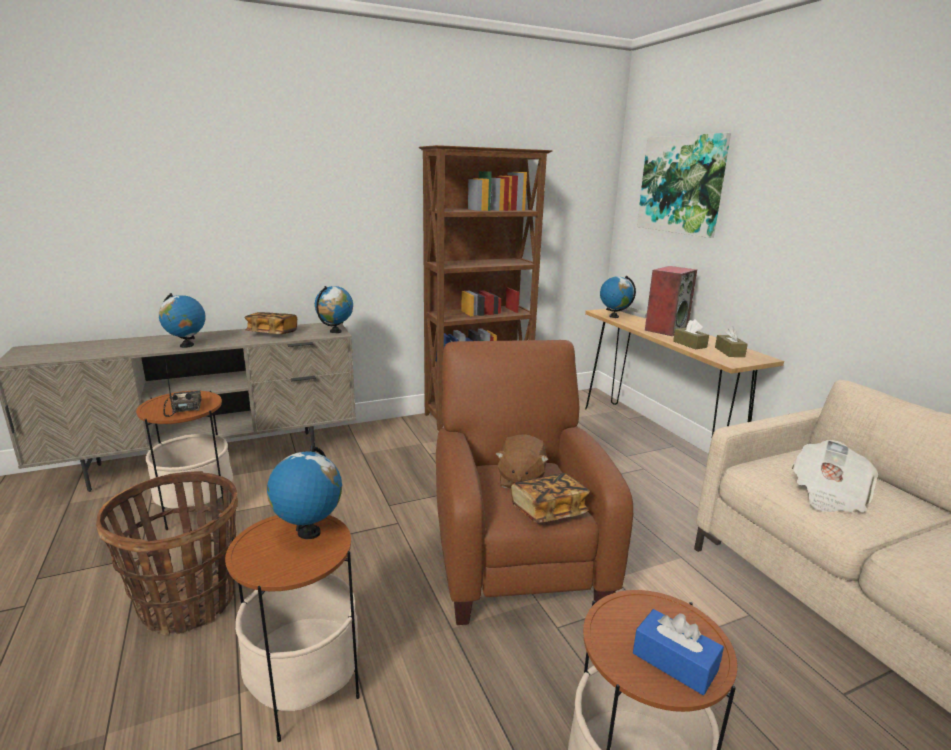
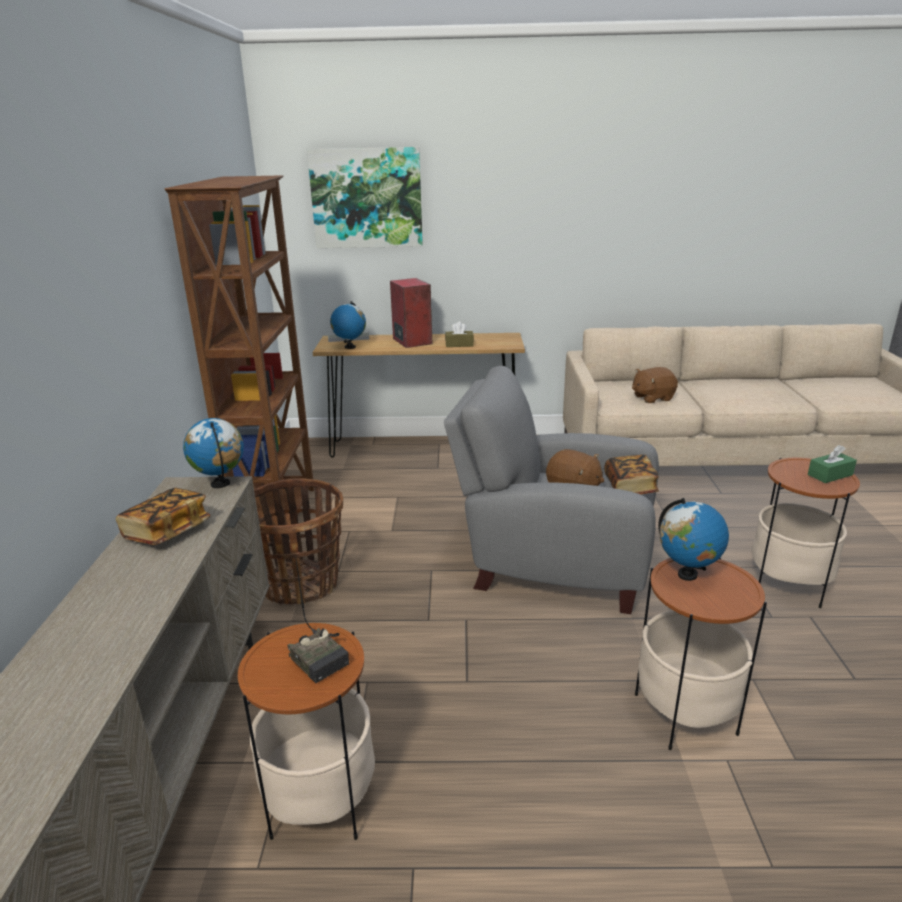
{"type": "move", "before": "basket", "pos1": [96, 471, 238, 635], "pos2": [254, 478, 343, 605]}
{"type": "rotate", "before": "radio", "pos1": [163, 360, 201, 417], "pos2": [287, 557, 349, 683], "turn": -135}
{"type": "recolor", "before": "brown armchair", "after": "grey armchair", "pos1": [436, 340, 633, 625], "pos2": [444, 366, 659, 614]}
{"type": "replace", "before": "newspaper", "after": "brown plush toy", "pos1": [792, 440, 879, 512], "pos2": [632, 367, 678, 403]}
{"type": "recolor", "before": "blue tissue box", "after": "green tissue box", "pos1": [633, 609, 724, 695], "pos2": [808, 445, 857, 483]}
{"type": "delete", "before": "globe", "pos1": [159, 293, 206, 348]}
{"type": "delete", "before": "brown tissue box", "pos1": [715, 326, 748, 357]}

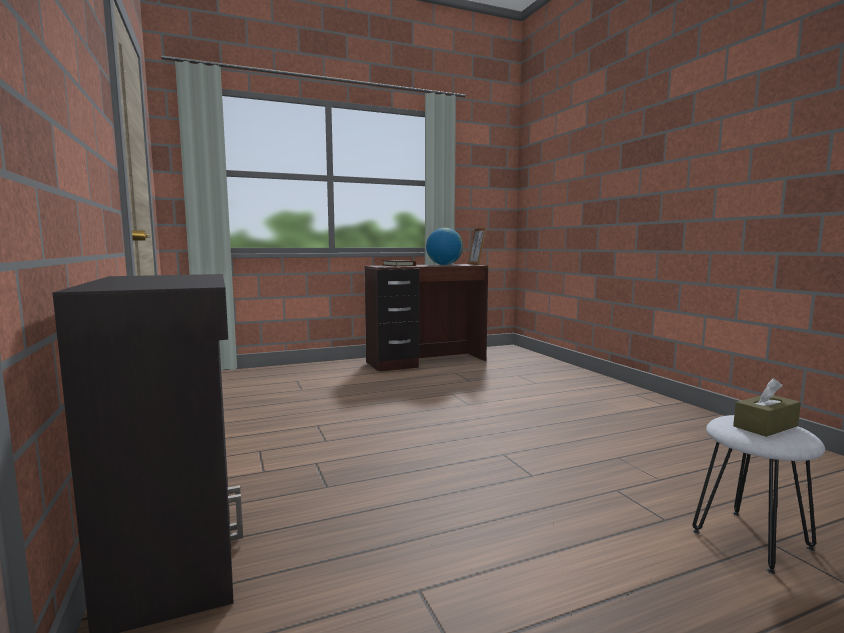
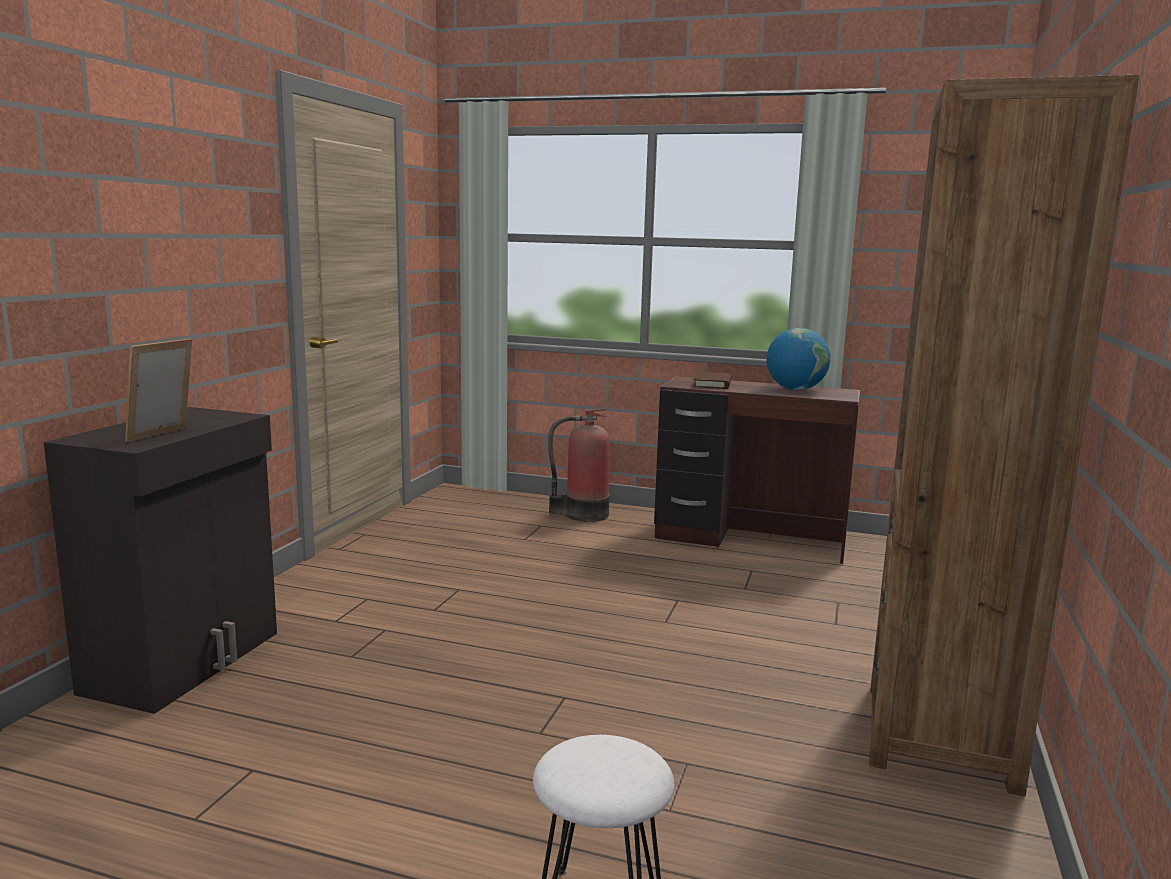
{"type": "move", "before": "picture frame", "pos1": [468, 227, 487, 265], "pos2": [125, 339, 192, 442]}
{"type": "insert", "after": "fire extinguisher", "pos2": [548, 409, 610, 522]}
{"type": "insert", "after": "brown bookcase", "pos2": [869, 75, 1139, 797]}
{"type": "delete", "before": "brown tissue box", "pos1": [733, 378, 801, 437]}

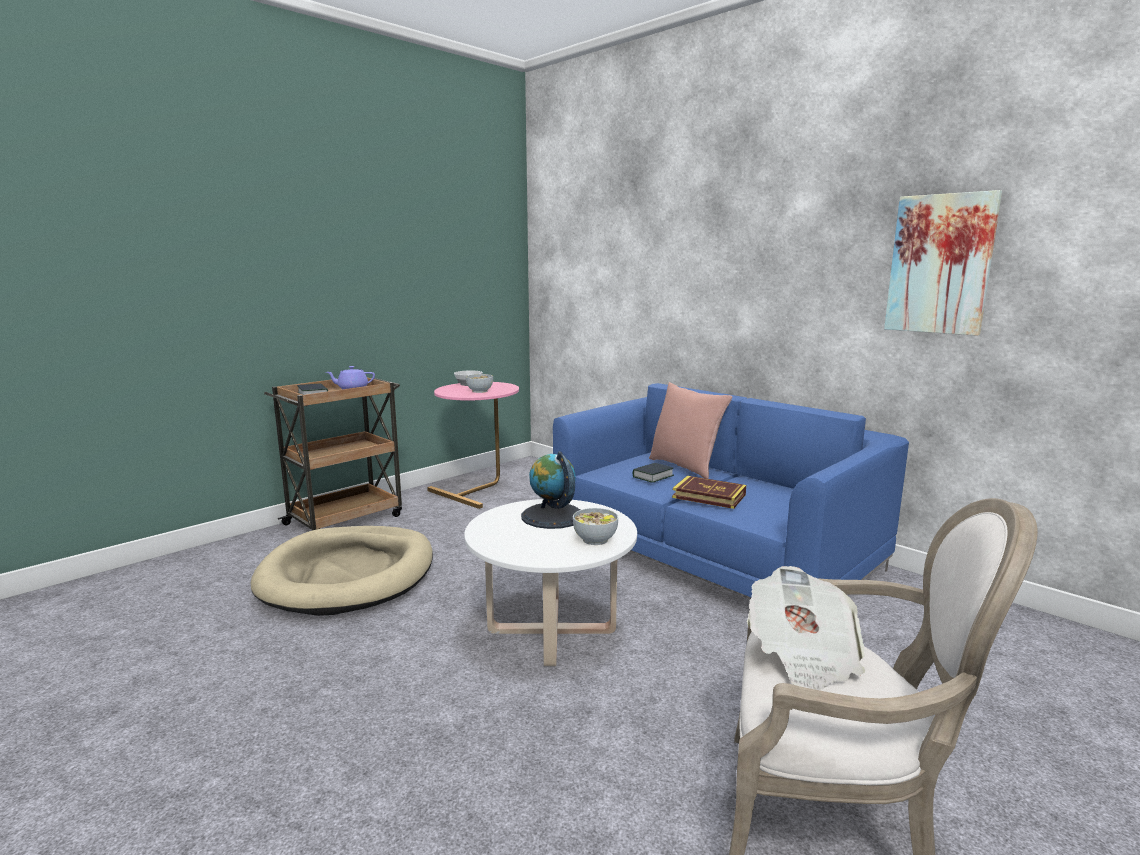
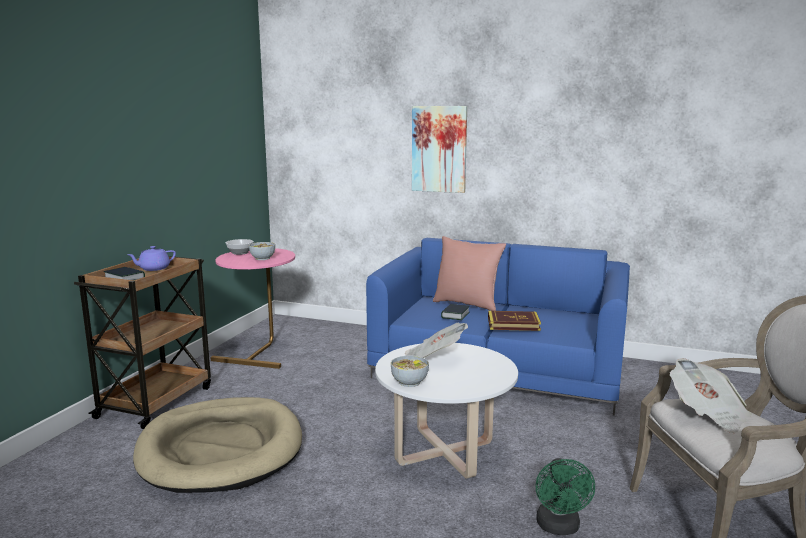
{"type": "move", "before": "bowl", "pos1": [573, 508, 618, 545], "pos2": [391, 356, 429, 387]}
{"type": "replace", "before": "globe", "after": "newspaper", "pos1": [521, 451, 580, 529], "pos2": [404, 323, 468, 358]}
{"type": "move", "before": "picture", "pos1": [884, 190, 1002, 336], "pos2": [412, 106, 467, 193]}
{"type": "insert", "after": "green fan", "pos2": [536, 458, 595, 535]}

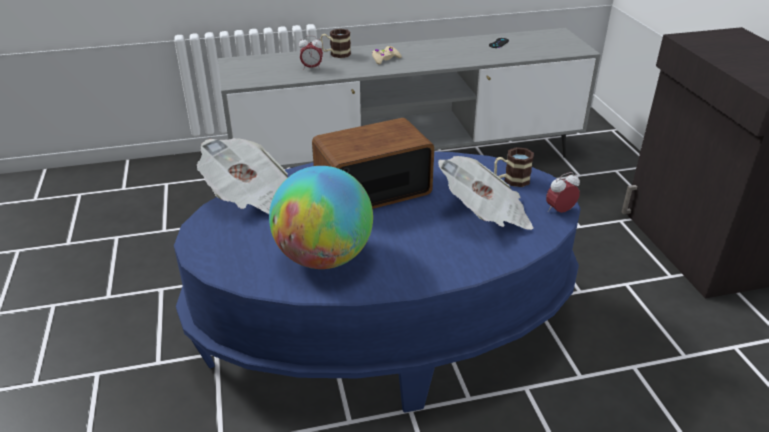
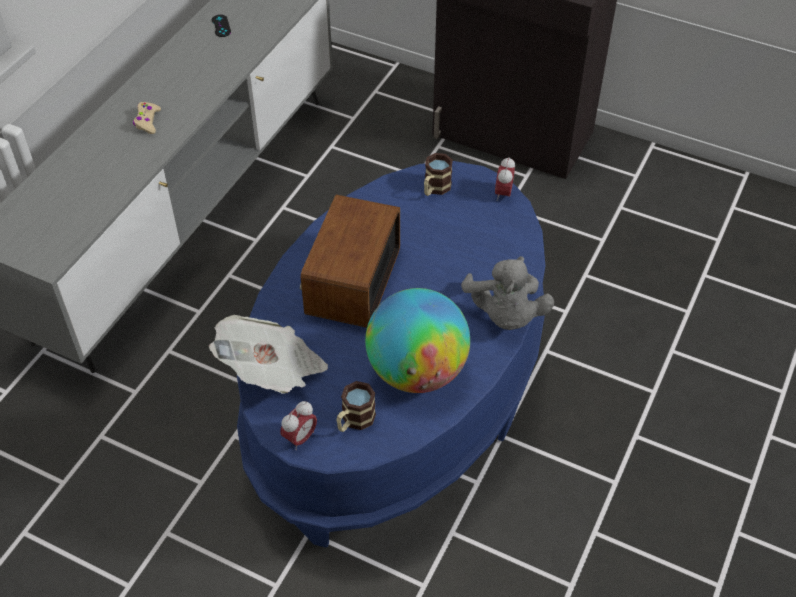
{"type": "move", "before": "alarm clock", "pos1": [299, 36, 323, 70], "pos2": [280, 401, 317, 450]}
{"type": "move", "before": "mug", "pos1": [320, 29, 351, 58], "pos2": [337, 381, 376, 432]}
{"type": "insert", "after": "grey plush toy", "pos2": [461, 256, 554, 330]}
{"type": "delete", "before": "newspaper", "pos1": [438, 156, 534, 230]}

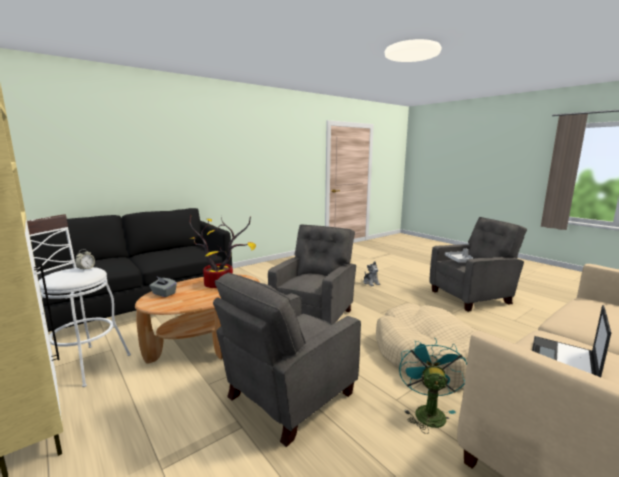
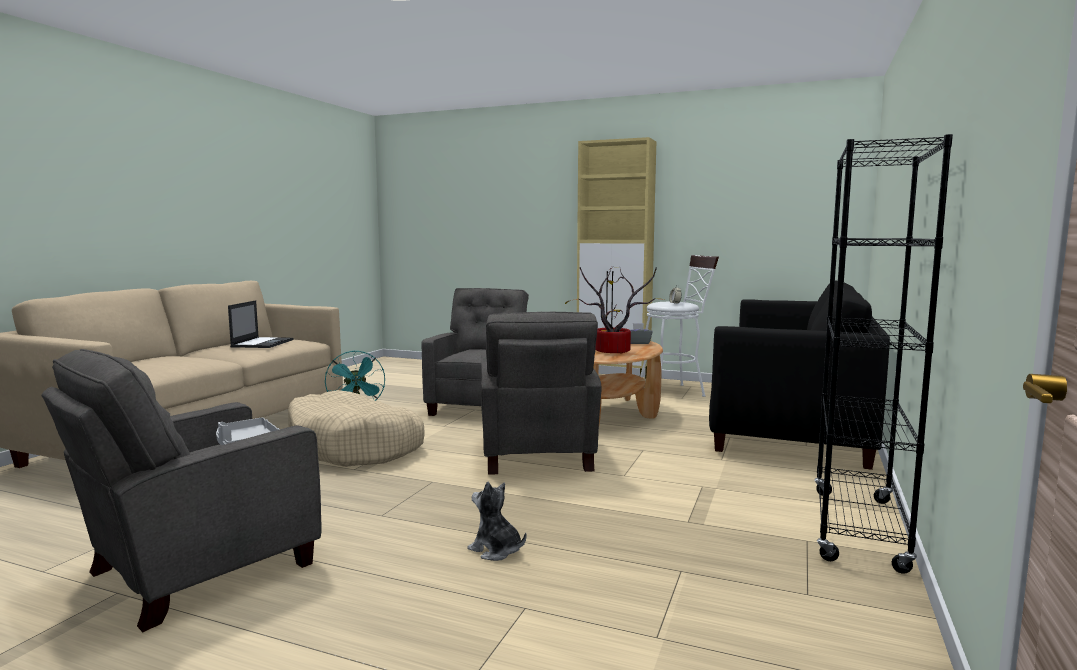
{"type": "insert", "after": "black bookcase", "pos2": [814, 134, 953, 574]}

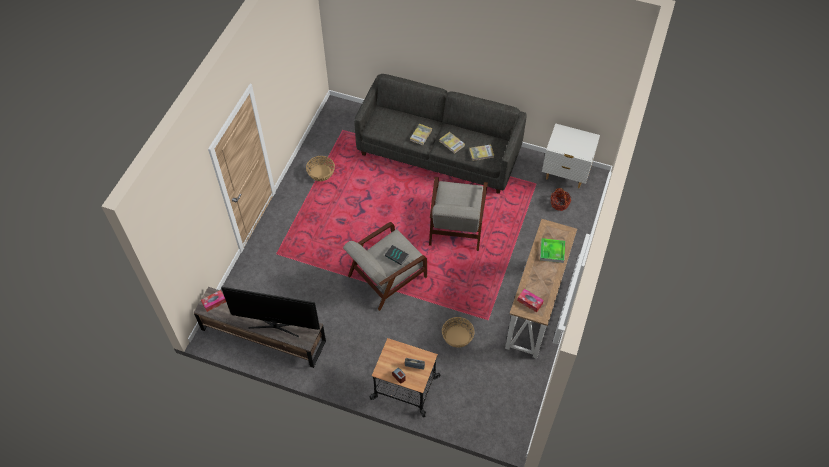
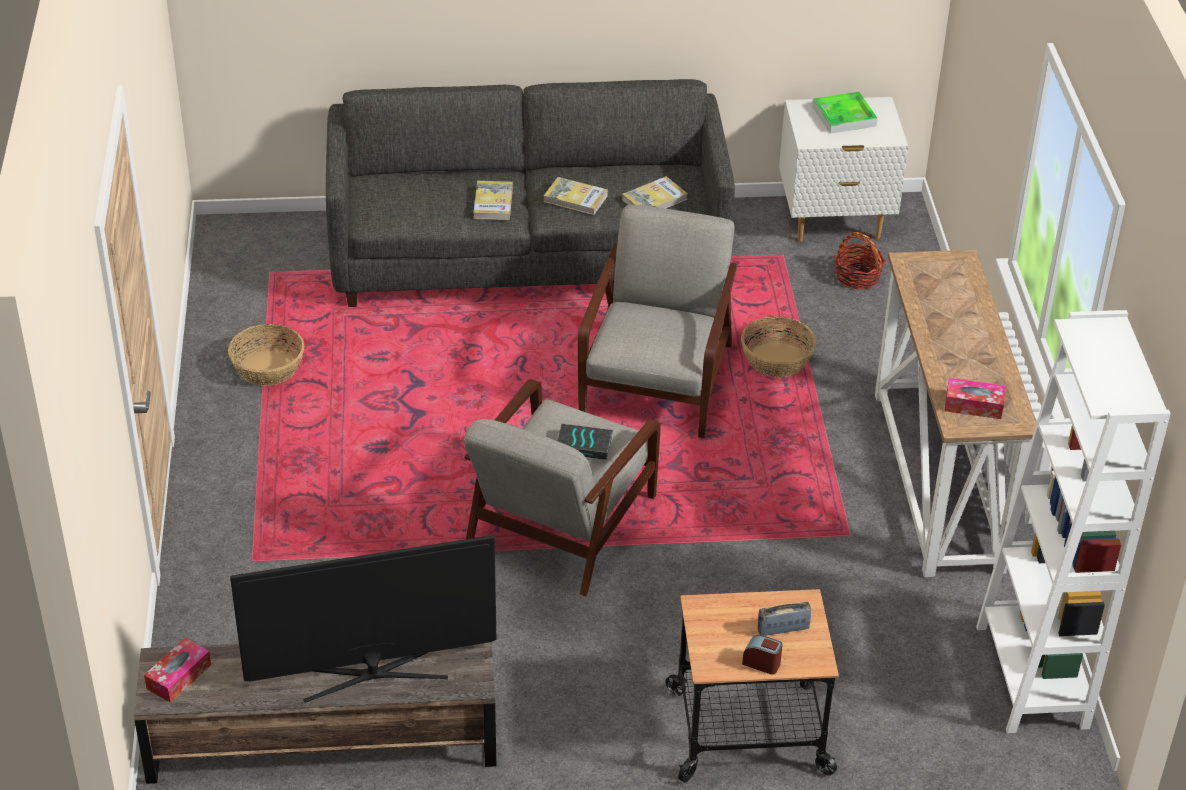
{"type": "rotate", "before": "grey armchair", "pos1": [429, 177, 488, 251], "pos2": [578, 204, 737, 438], "turn": -150}
{"type": "move", "before": "basket", "pos1": [442, 317, 475, 348], "pos2": [741, 316, 816, 377]}
{"type": "move", "before": "tray", "pos1": [540, 238, 565, 263], "pos2": [812, 92, 878, 134]}
{"type": "insert", "after": "white bookcase", "pos2": [976, 310, 1171, 733]}

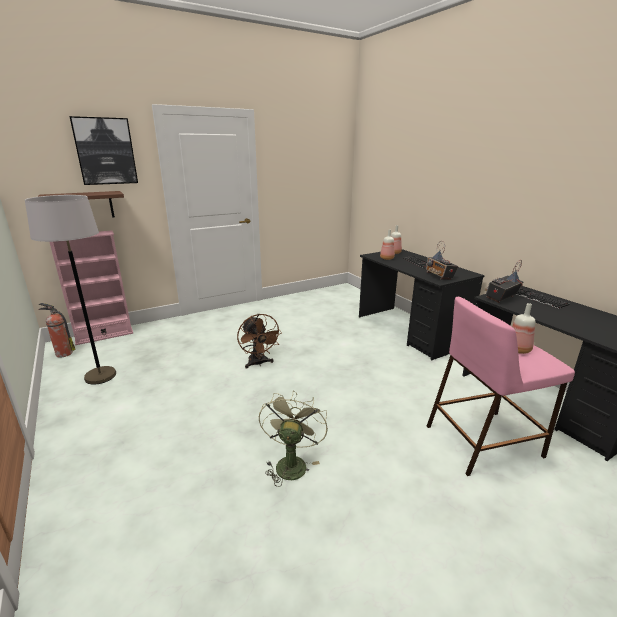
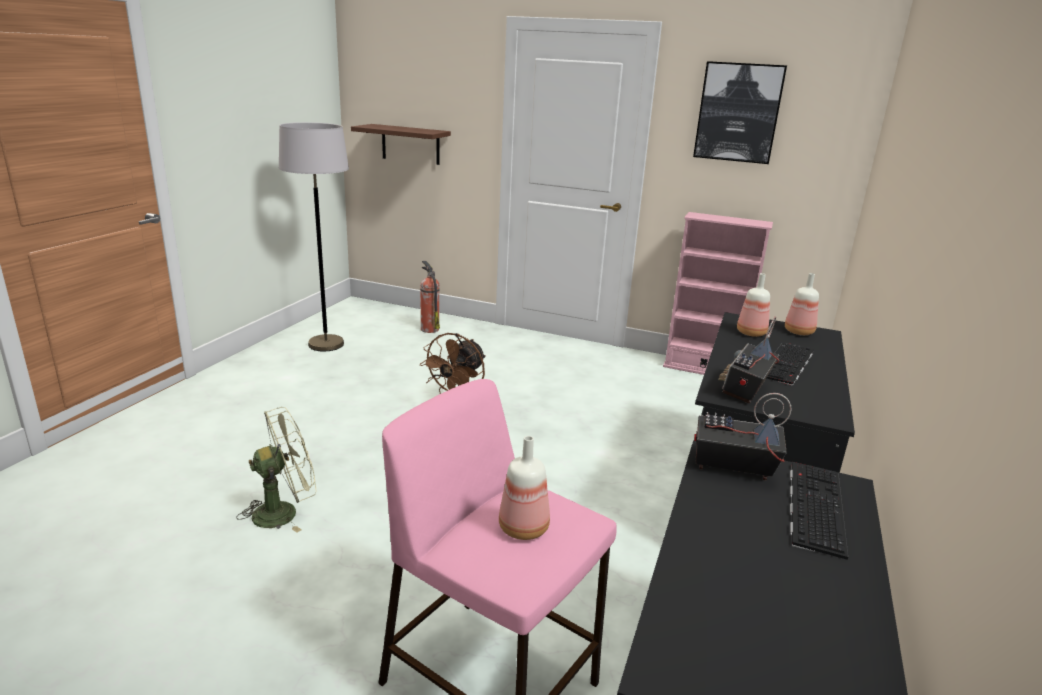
{"type": "move", "before": "fire extinguisher", "pos1": [38, 303, 75, 358], "pos2": [420, 261, 440, 333]}
{"type": "move", "before": "pink bookcase", "pos1": [50, 230, 133, 345], "pos2": [663, 212, 773, 375]}
{"type": "move", "before": "picture", "pos1": [69, 116, 138, 185], "pos2": [693, 61, 787, 164]}

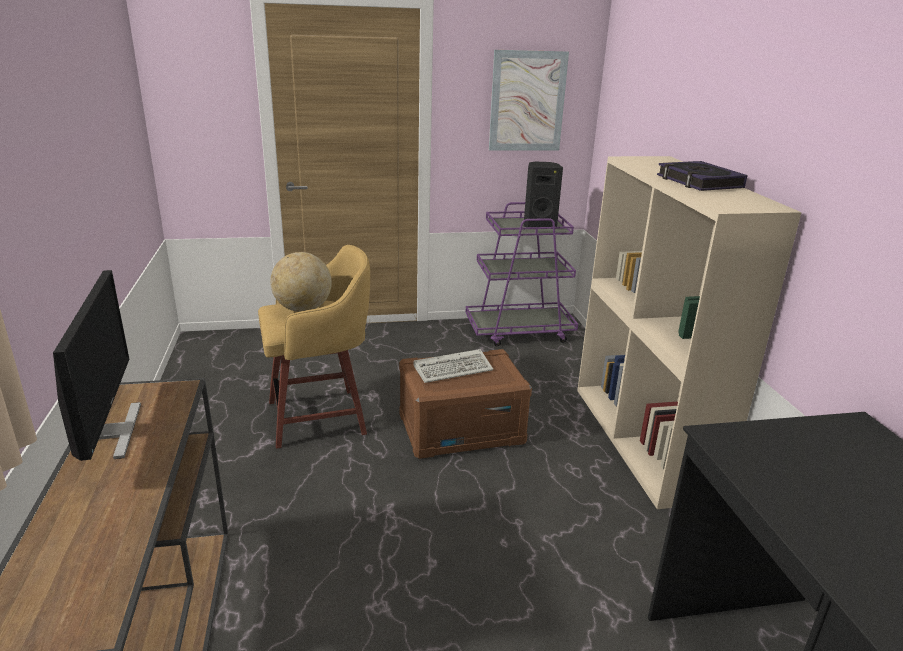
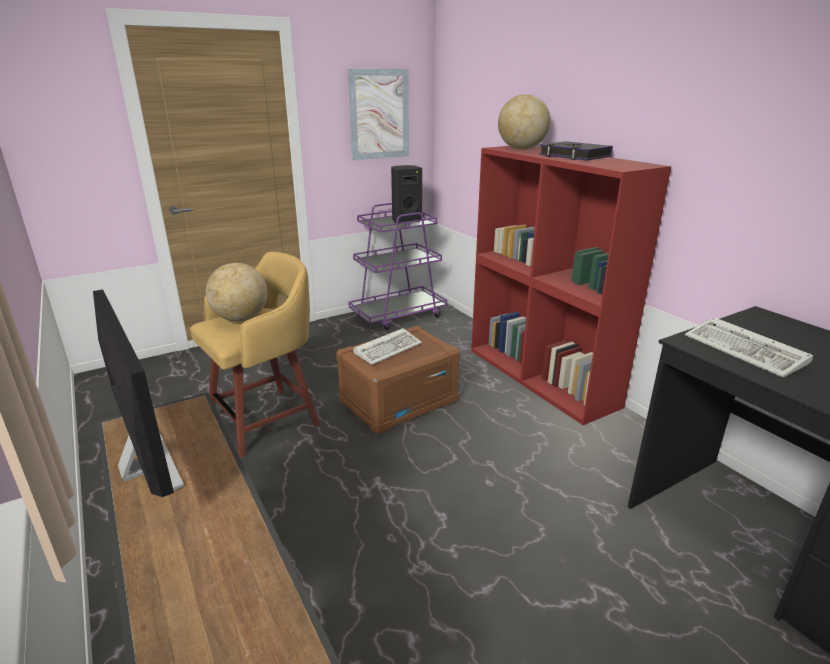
{"type": "recolor", "before": "beige bookcase", "after": "red bookcase", "pos1": [577, 156, 802, 509], "pos2": [471, 146, 671, 425]}
{"type": "insert", "after": "globe", "pos2": [498, 94, 550, 149]}
{"type": "insert", "after": "keyboard", "pos2": [685, 317, 813, 378]}

